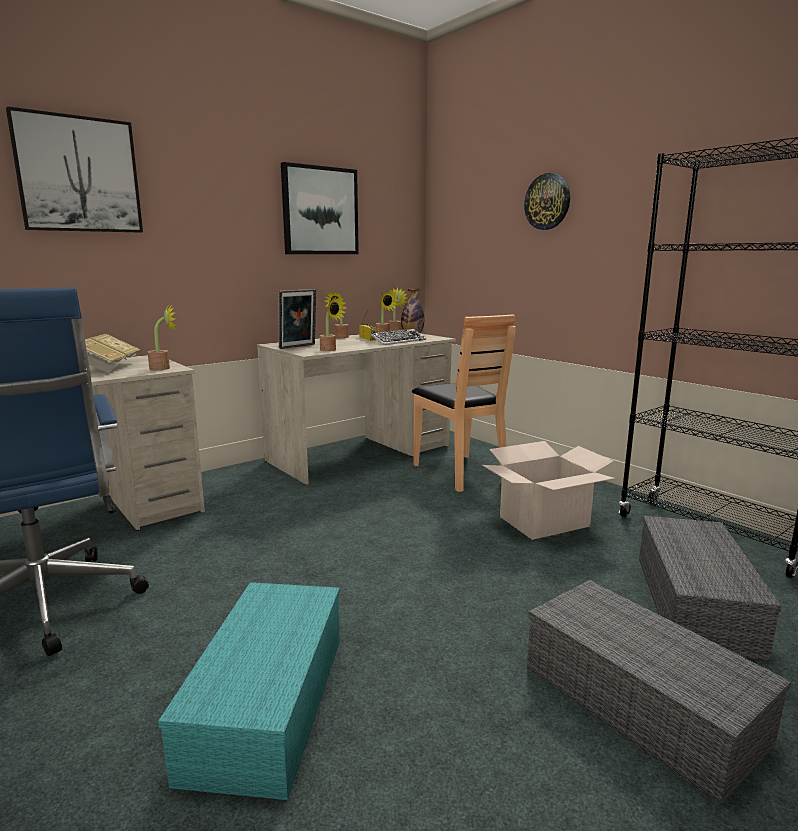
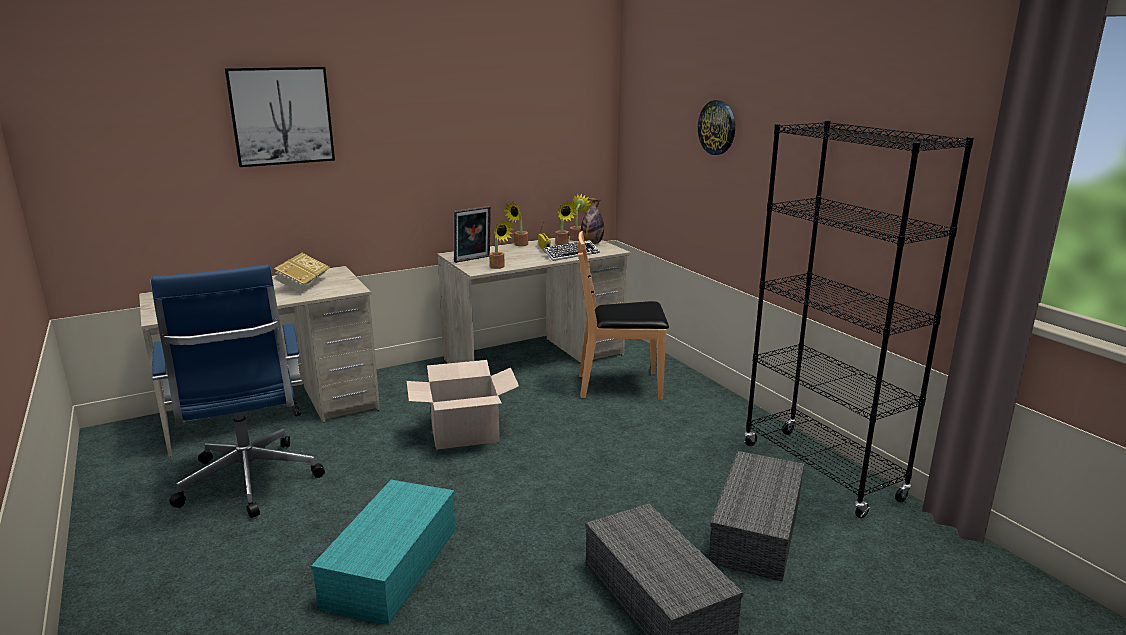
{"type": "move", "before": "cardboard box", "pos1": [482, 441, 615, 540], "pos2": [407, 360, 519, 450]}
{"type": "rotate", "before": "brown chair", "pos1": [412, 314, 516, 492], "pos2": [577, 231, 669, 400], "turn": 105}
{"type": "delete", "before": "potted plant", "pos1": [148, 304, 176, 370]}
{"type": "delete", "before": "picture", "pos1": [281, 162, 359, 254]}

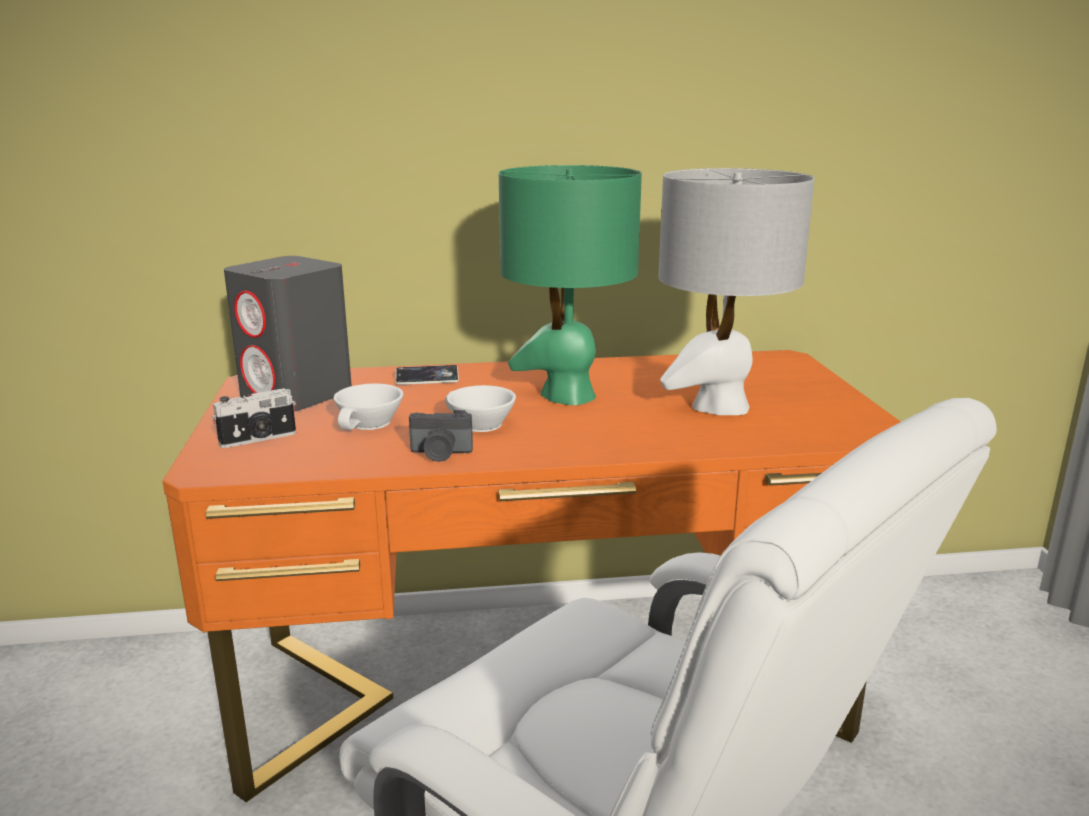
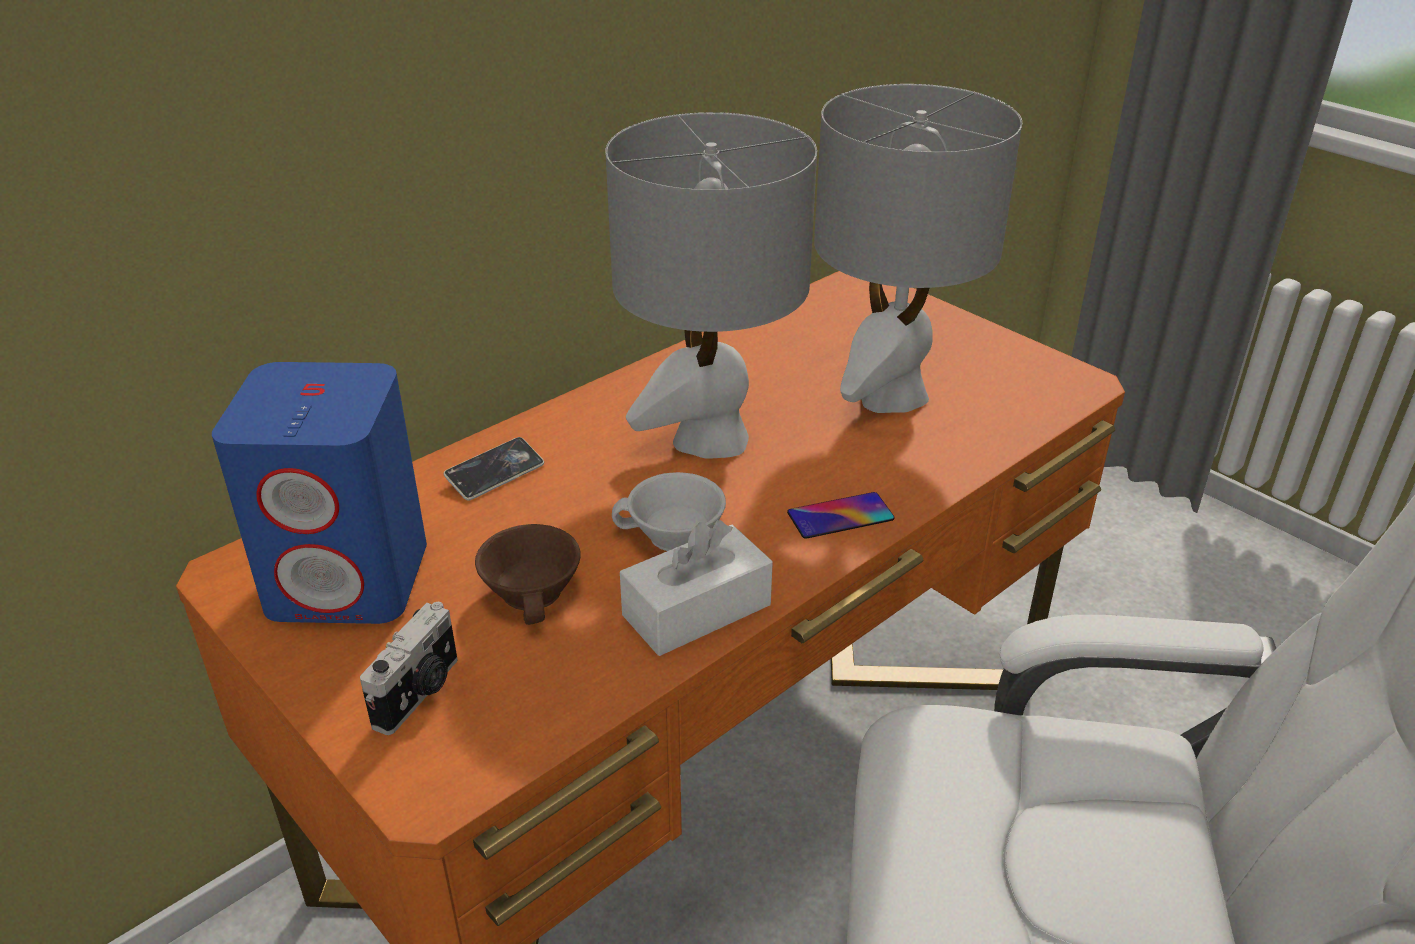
{"type": "recolor", "before": "grey speaker", "after": "blue speaker", "pos1": [224, 256, 352, 411], "pos2": [212, 362, 427, 624]}
{"type": "recolor", "before": "white cup", "after": "brown cup", "pos1": [334, 384, 403, 430], "pos2": [475, 524, 581, 625]}
{"type": "recolor", "before": "green table lamp", "after": "grey table lamp", "pos1": [499, 165, 642, 405], "pos2": [605, 112, 817, 459]}
{"type": "replace", "before": "photo camera", "after": "white tissue box", "pos1": [409, 410, 473, 462], "pos2": [620, 520, 773, 656]}
{"type": "insert", "after": "phone", "pos2": [787, 492, 895, 539]}

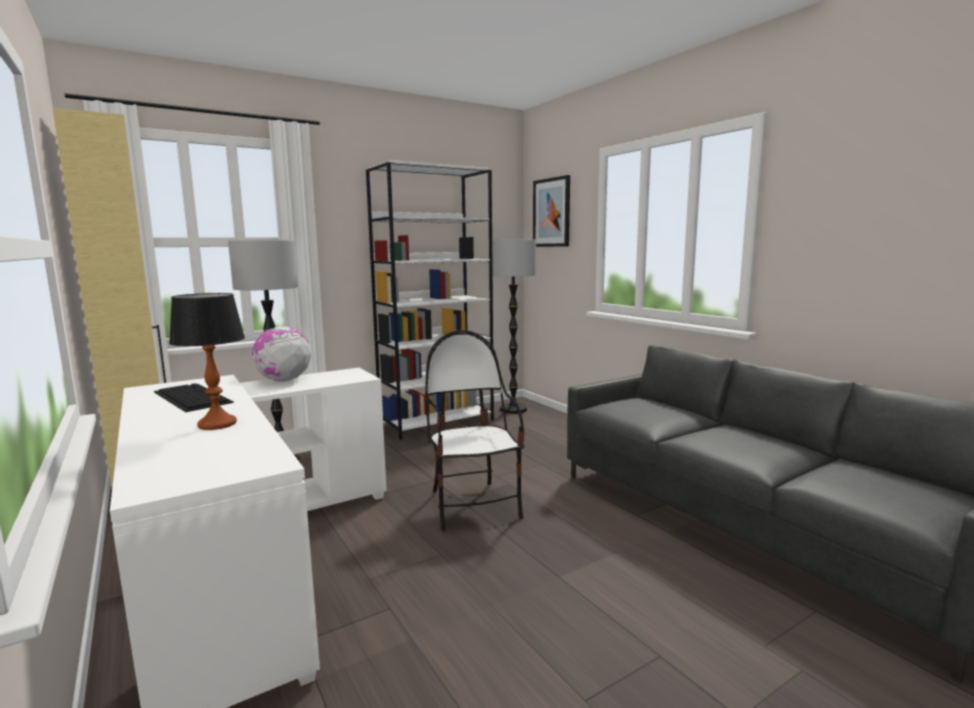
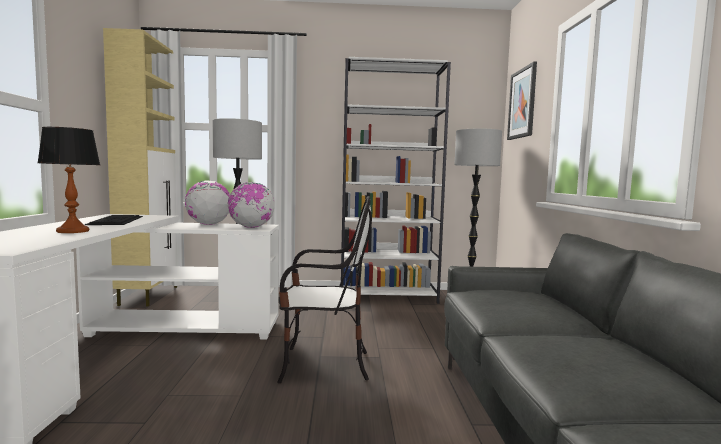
{"type": "insert", "after": "globe", "pos2": [228, 182, 275, 228]}
{"type": "rotate", "before": "chair", "pos1": [425, 330, 524, 531], "pos2": [277, 196, 372, 383], "turn": 75}

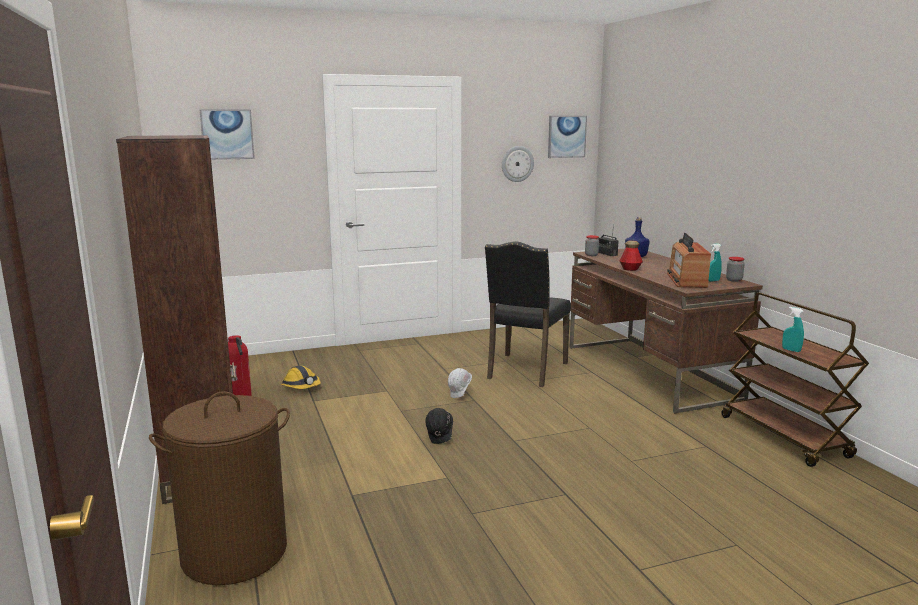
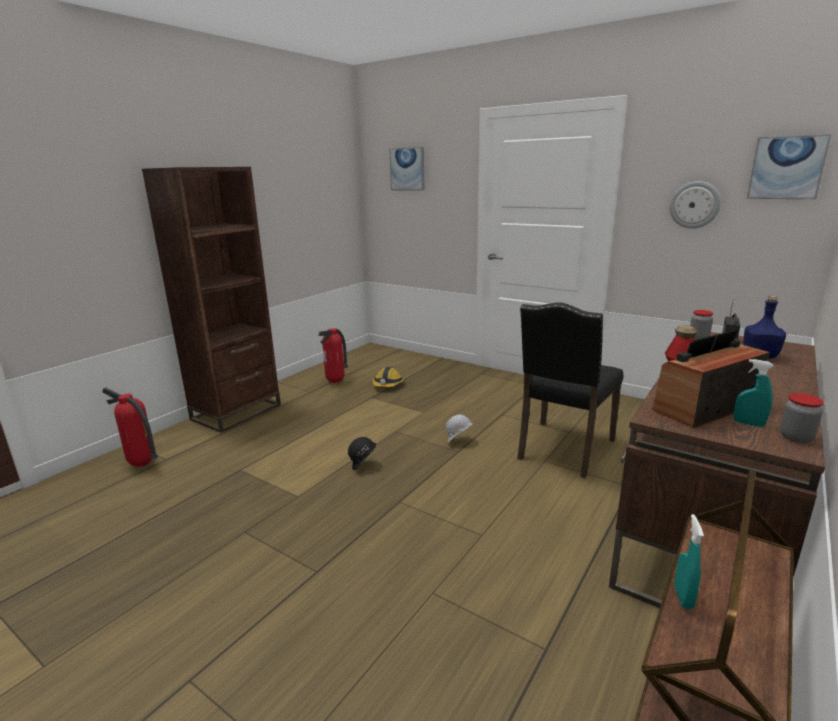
{"type": "replace", "before": "brown laundry basket", "after": "fire extinguisher", "pos1": [149, 391, 290, 585], "pos2": [103, 387, 158, 467]}
{"type": "rotate", "before": "black chair", "pos1": [485, 241, 571, 387], "pos2": [517, 303, 624, 478], "turn": -45}

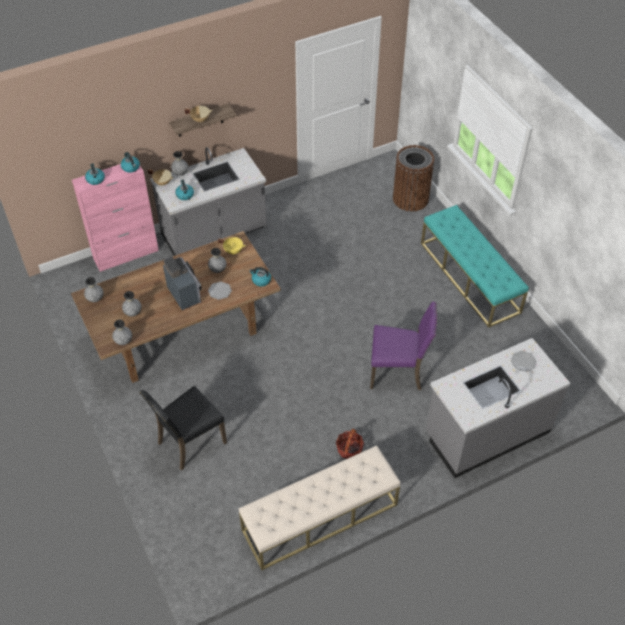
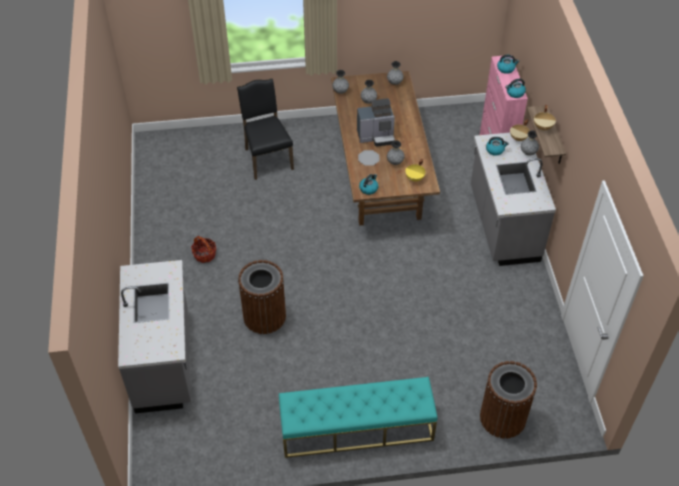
{"type": "replace", "before": "purple chair", "after": "brown trash can", "pos1": [370, 302, 437, 390], "pos2": [238, 260, 286, 334]}
{"type": "delete", "before": "beige bench", "pos1": [239, 445, 401, 570]}
{"type": "delete", "before": "plate", "pos1": [511, 351, 537, 372]}

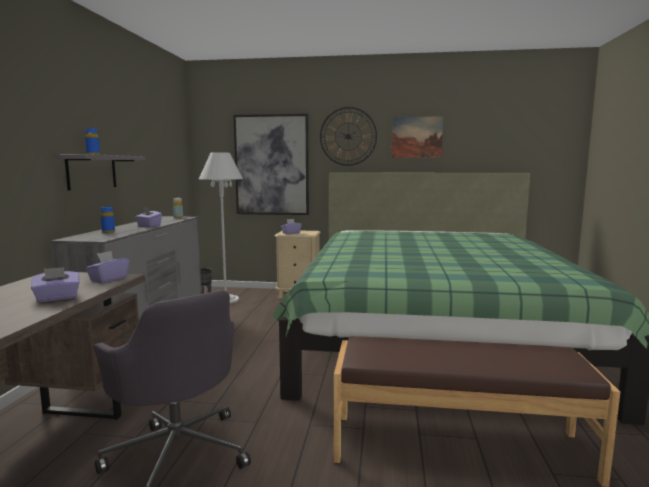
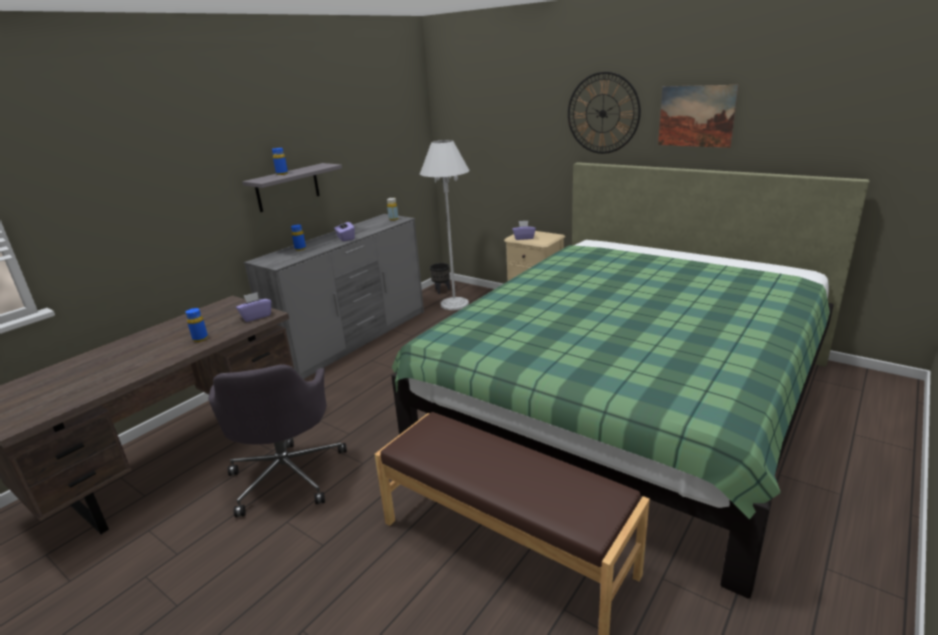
{"type": "replace", "before": "purple tissue box", "after": "blue bottle", "pos1": [31, 267, 79, 302], "pos2": [185, 308, 208, 342]}
{"type": "delete", "before": "picture", "pos1": [233, 114, 309, 215]}

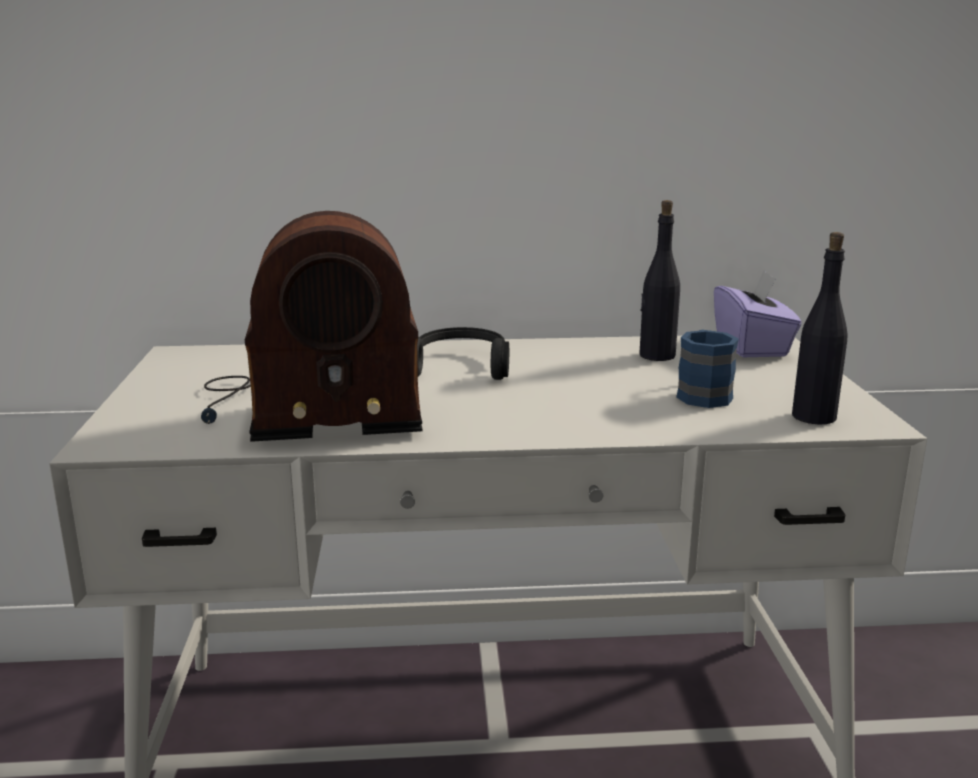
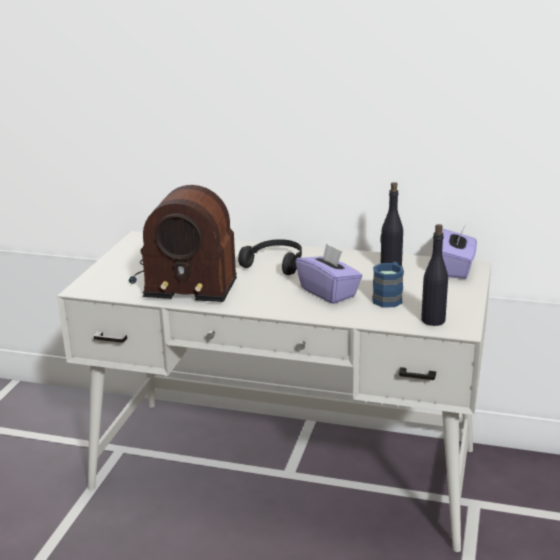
{"type": "insert", "after": "purple tissue box", "pos2": [295, 243, 362, 304]}

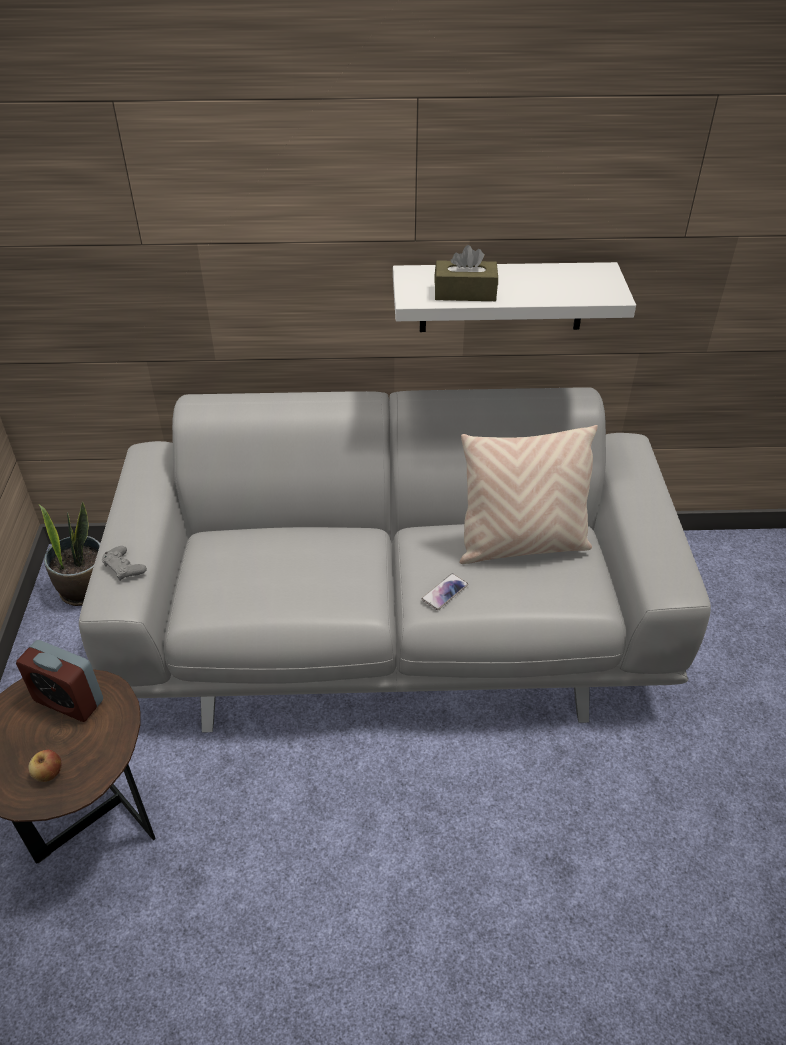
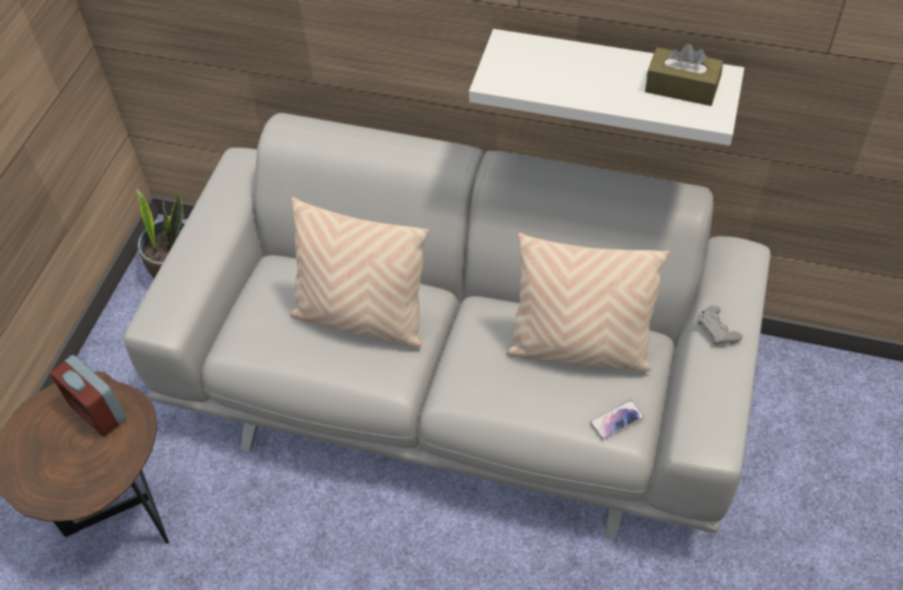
{"type": "insert", "after": "beige pillow", "pos2": [290, 197, 429, 347]}
{"type": "move", "before": "phone", "pos1": [422, 573, 468, 610], "pos2": [590, 400, 644, 440]}
{"type": "move", "before": "brown tissue box", "pos1": [434, 245, 498, 301], "pos2": [645, 44, 723, 106]}
{"type": "move", "before": "grey game controller", "pos1": [102, 546, 147, 581], "pos2": [697, 305, 743, 345]}
{"type": "delete", "before": "apple", "pos1": [28, 750, 61, 782]}

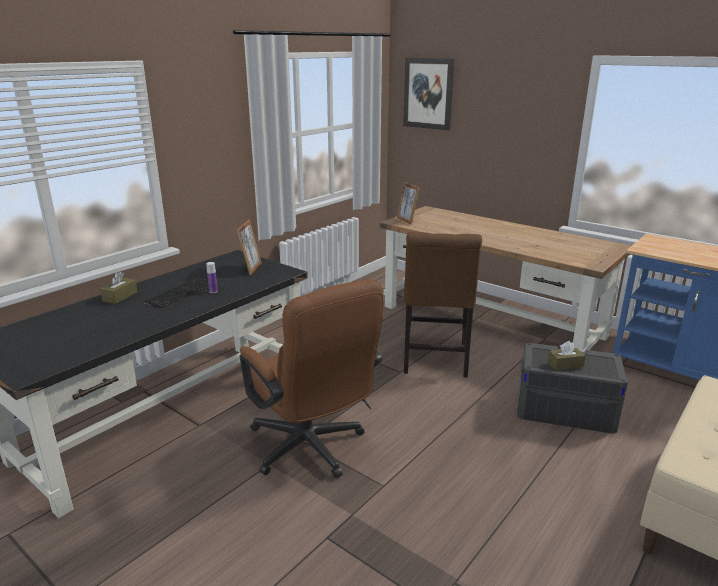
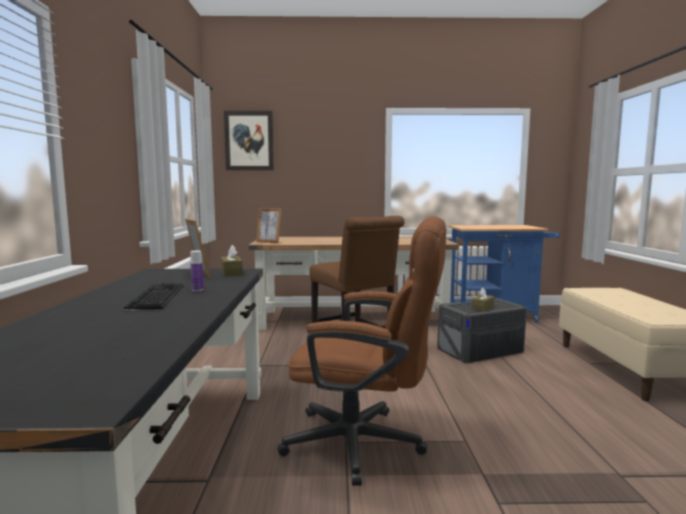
{"type": "move", "before": "brown tissue box", "pos1": [100, 272, 137, 304], "pos2": [221, 245, 243, 276]}

